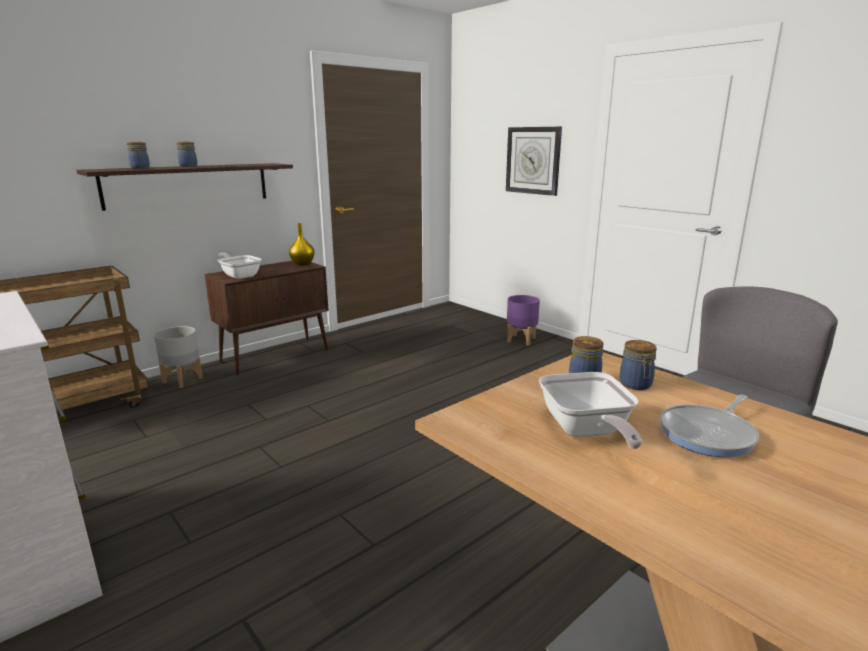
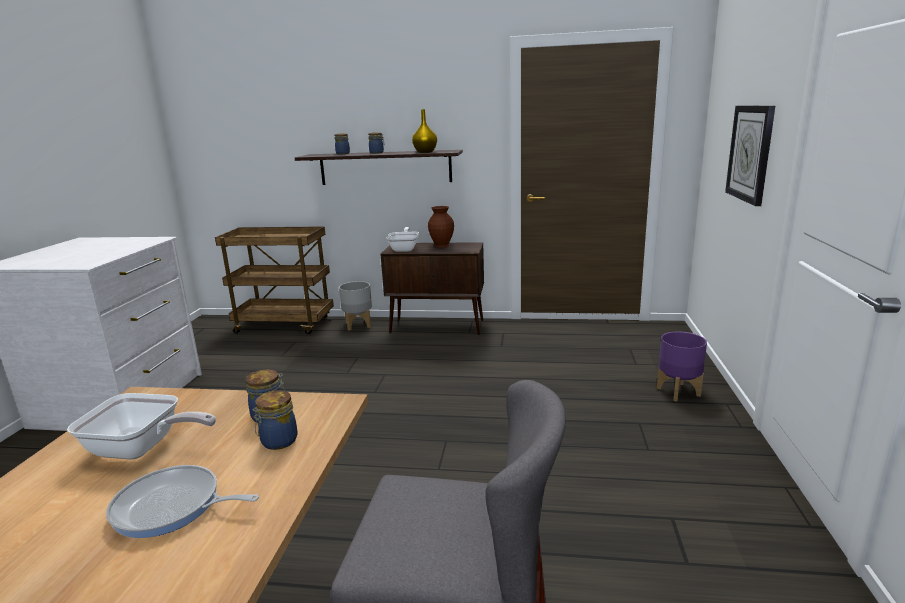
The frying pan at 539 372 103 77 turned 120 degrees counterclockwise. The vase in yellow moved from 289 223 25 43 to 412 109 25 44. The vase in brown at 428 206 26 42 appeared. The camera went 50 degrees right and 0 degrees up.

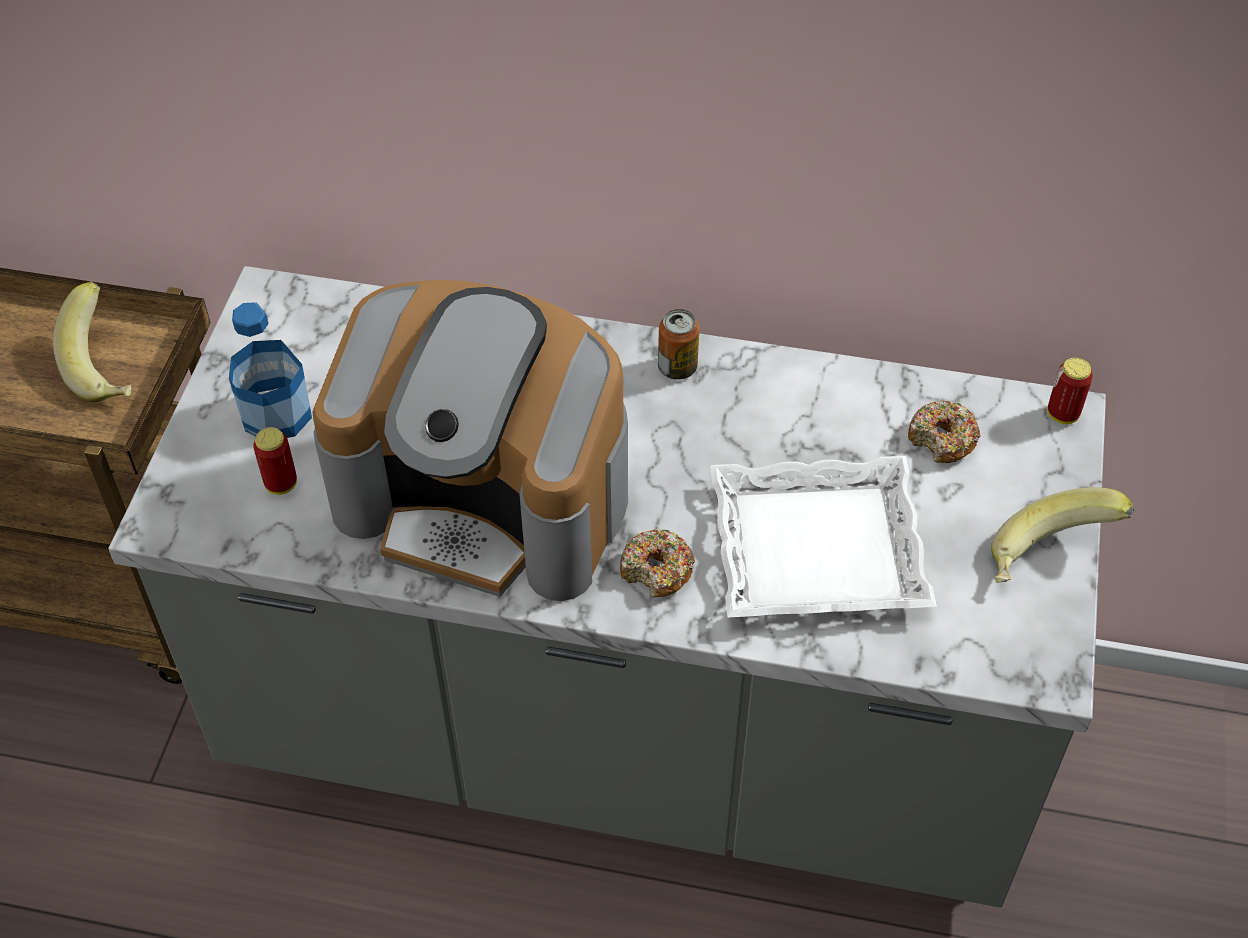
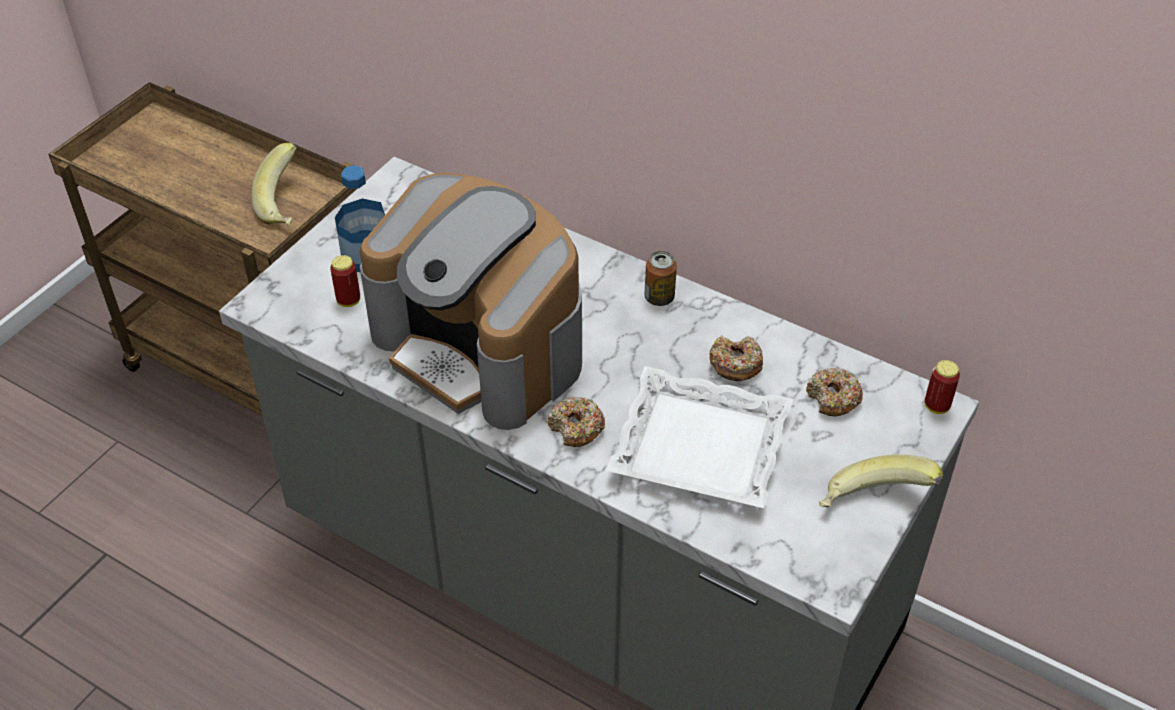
The donut at 709 335 54 46 appeared. The camera went 20 degrees right and 5 degrees down.

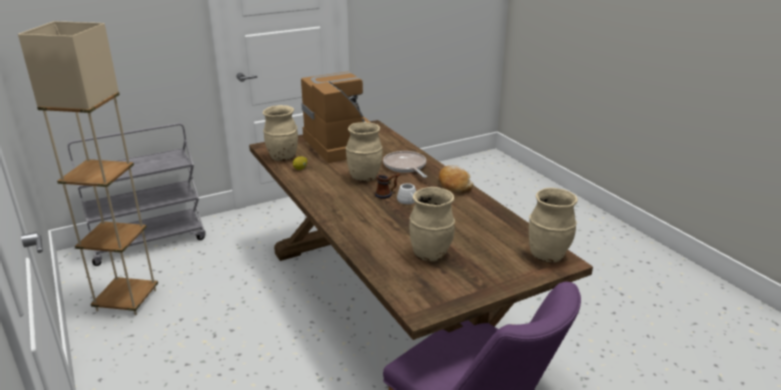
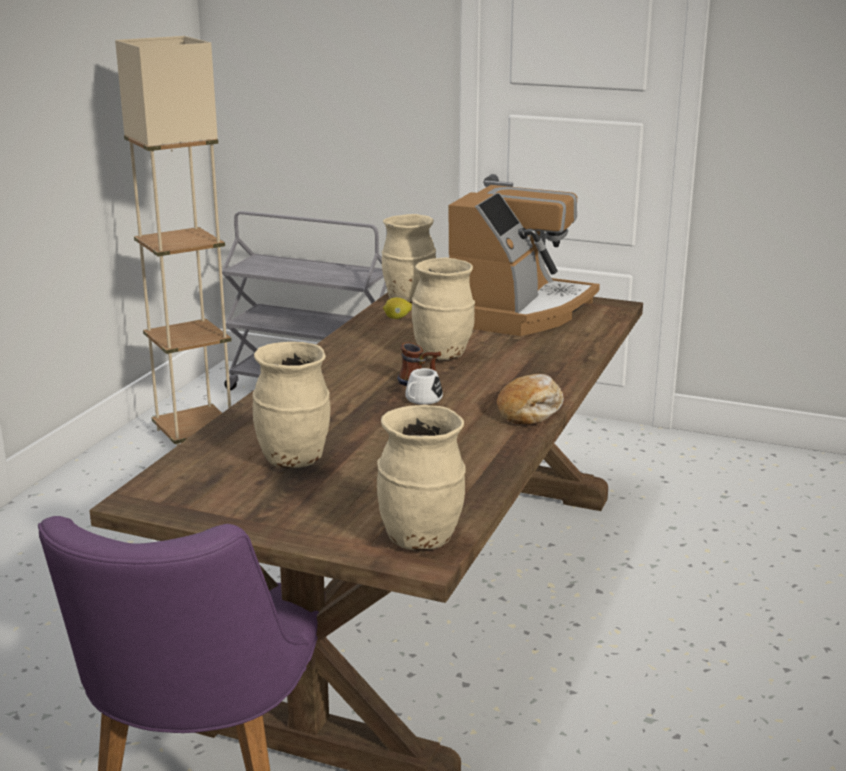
The frying pan at 383 151 44 27 disappeared. The camera went 50 degrees right and 5 degrees down.

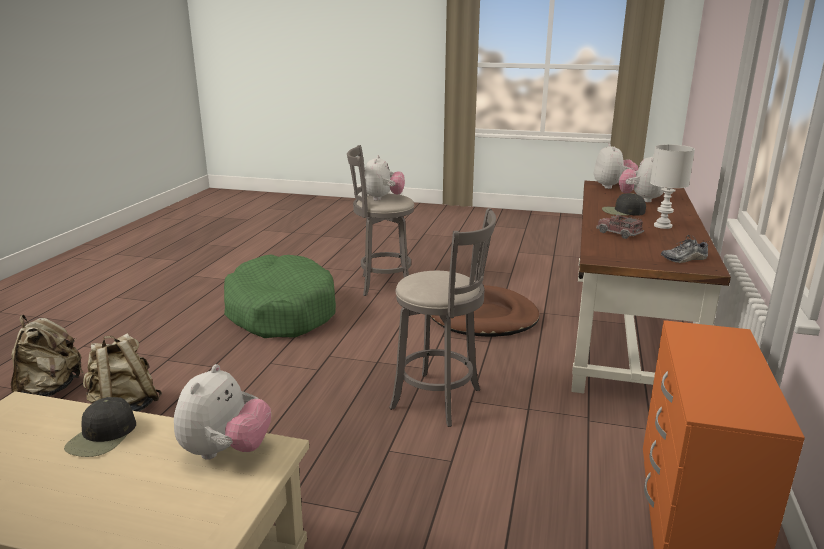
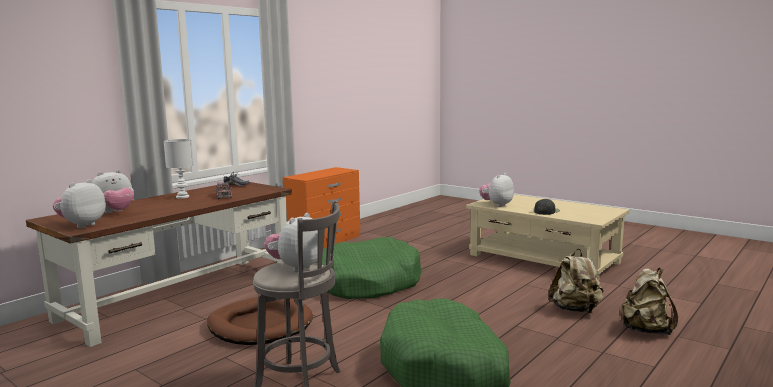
The stool in grey at 389 208 107 219 was replaced by the dog bed in green at 316 237 106 62. The cap in black at 602 193 44 23 disappeared. The camera went 155 degrees left and 10 degrees down.

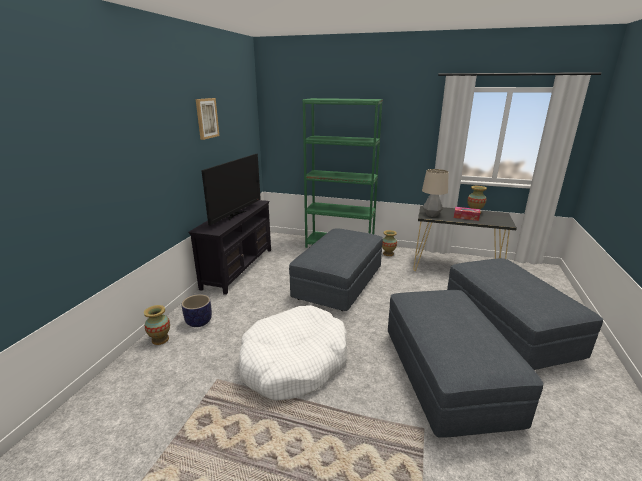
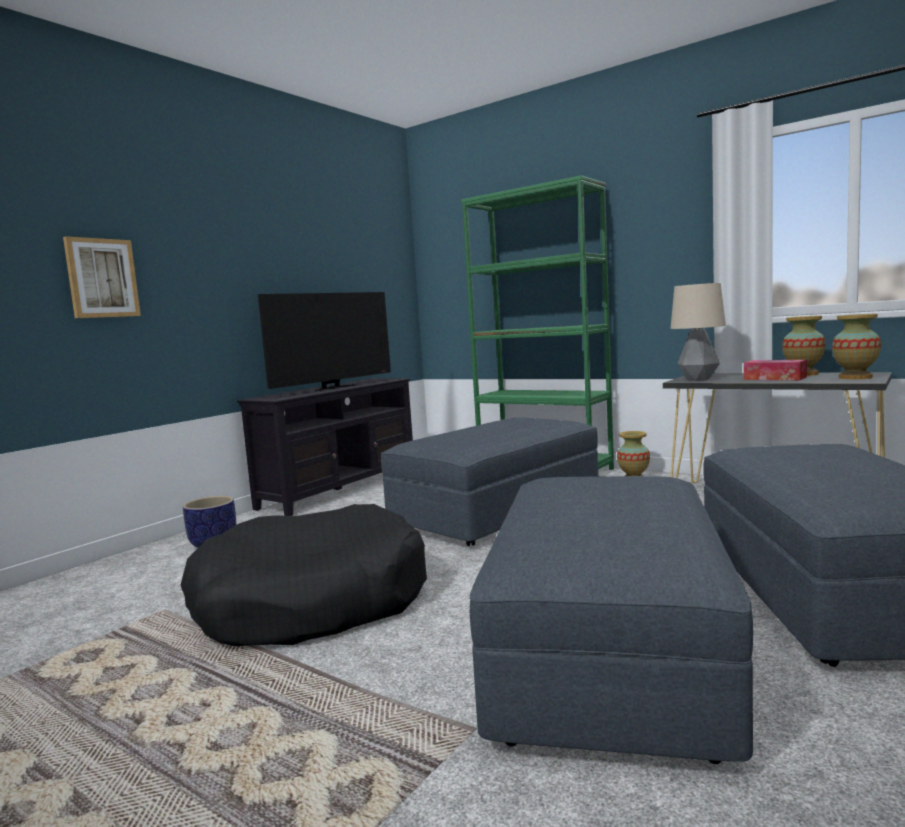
The picture moved from 196 98 23 42 to 63 236 78 82. The dog bed in white at 239 305 109 96 became the dog bed in black at 181 504 246 142. The vase moved from 144 305 26 40 to 832 314 49 65. The camera went 20 degrees right and 15 degrees down.

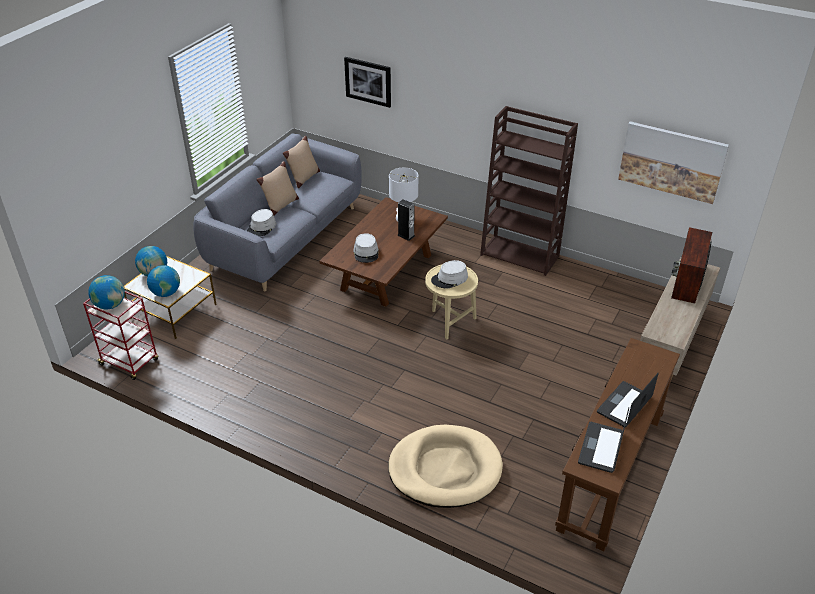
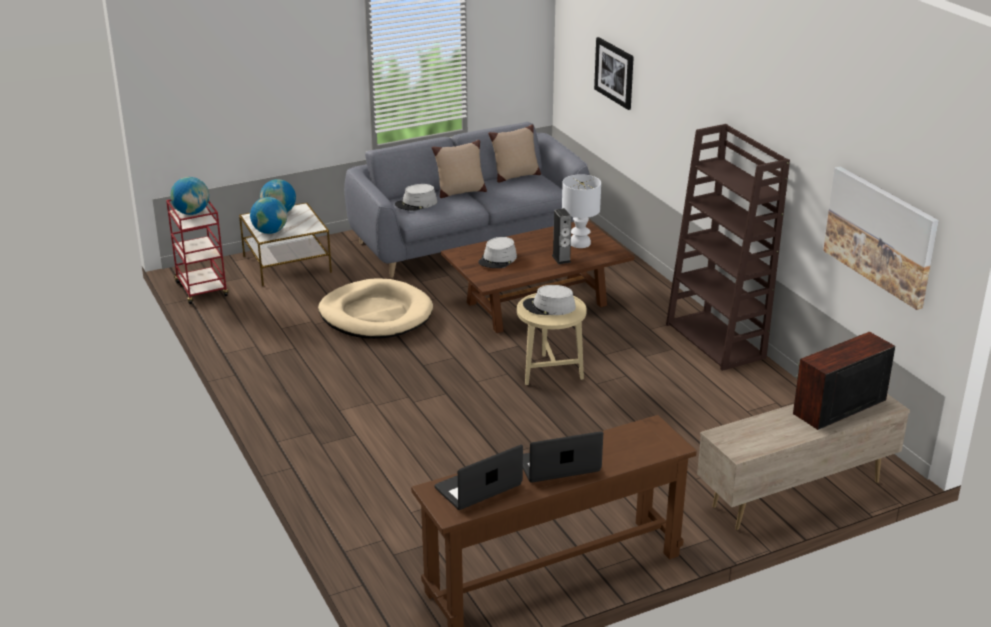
The dog bed in beige moved from 388 425 115 83 to 318 278 115 61. The camera went 35 degrees right and 10 degrees down.

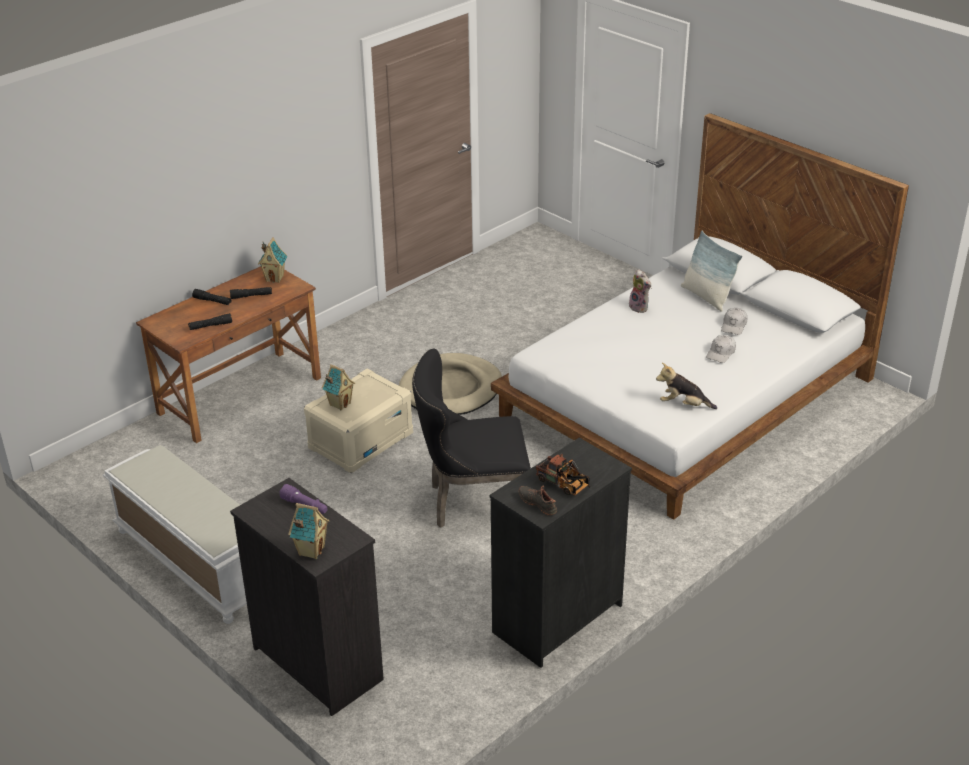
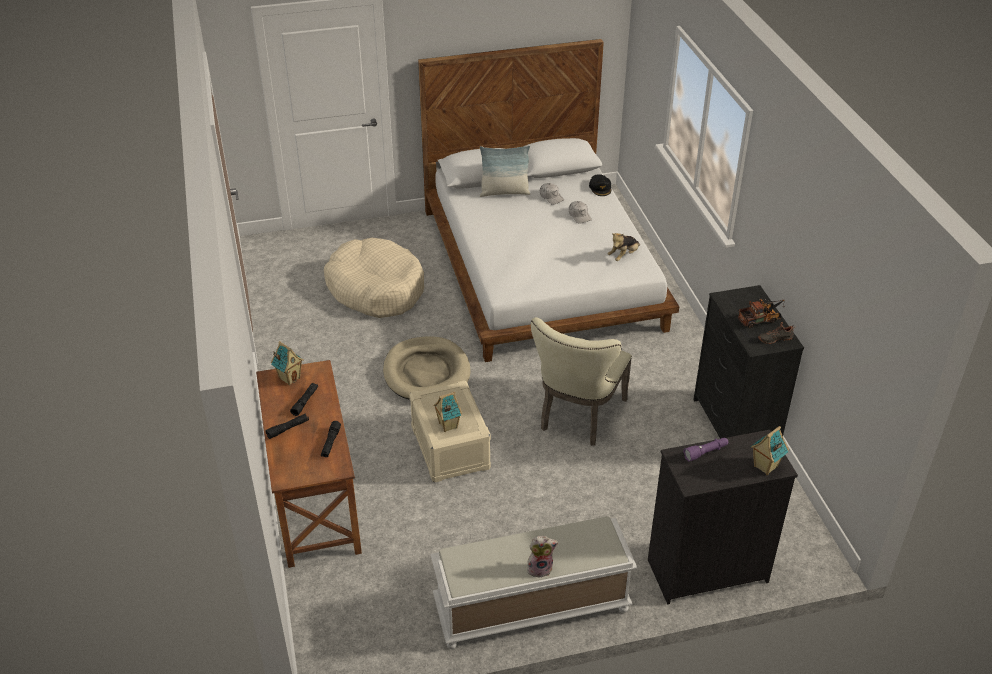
The dog bed in beige at 324 238 100 80 appeared. The plush toy moved from 629 269 22 44 to 527 536 31 42. The chair in black at 412 349 119 179 became the chair in beige at 531 317 101 129. The cap in black at 589 174 22 22 appeared. The camera went 60 degrees left and 5 degrees up.

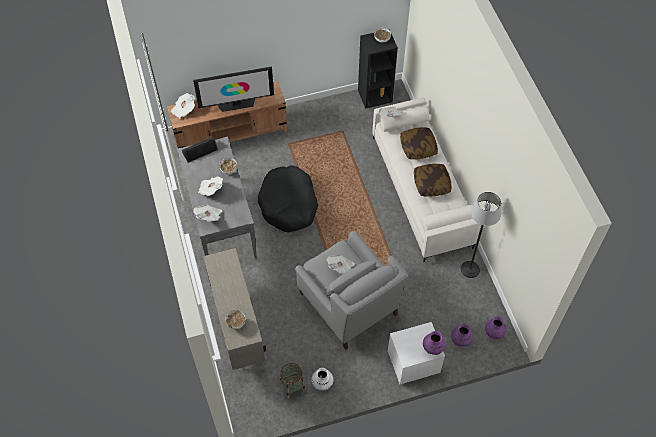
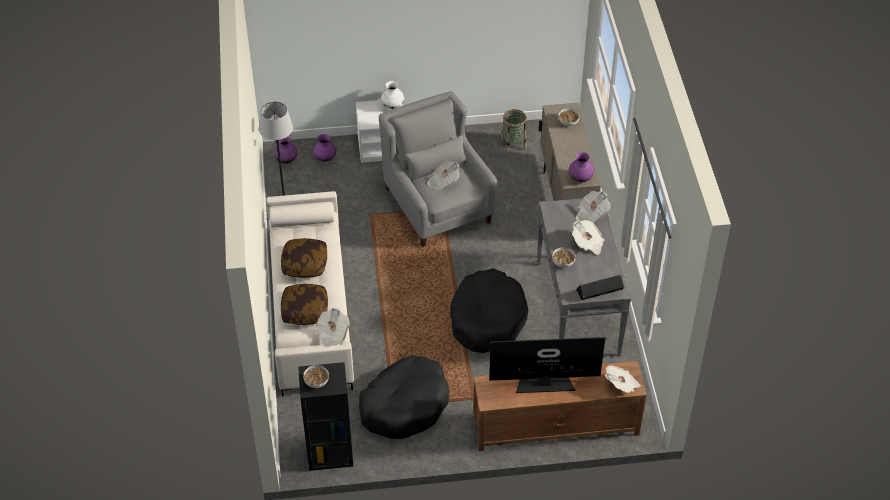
The dog bed in black at 359 355 90 84 appeared. The vase in white moved from 311 368 22 22 to 381 81 23 28. The vase in purple moved from 423 331 23 24 to 569 152 25 30. The camera went 170 degrees left and 10 degrees down.

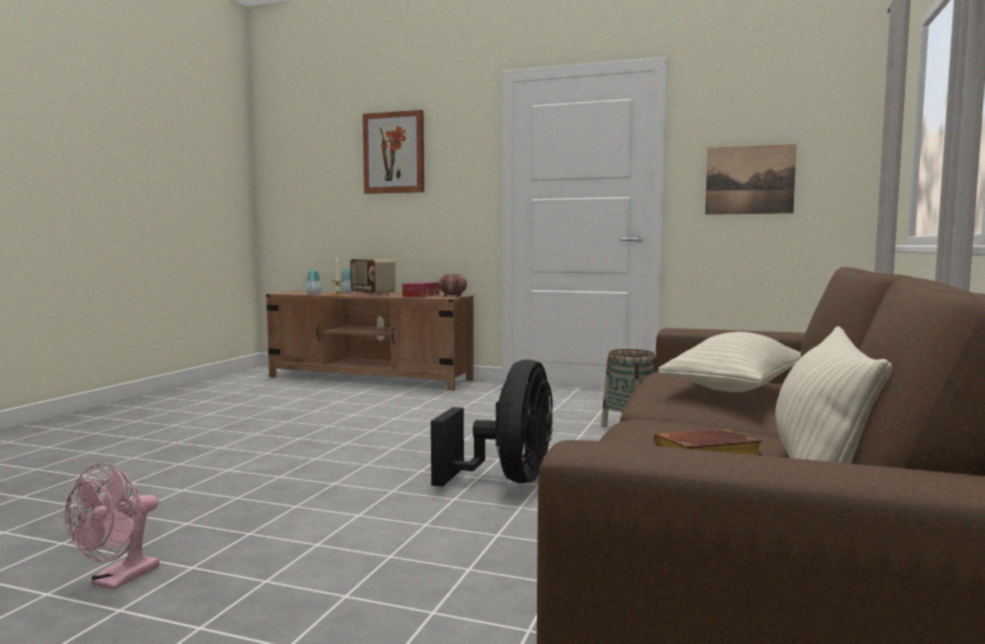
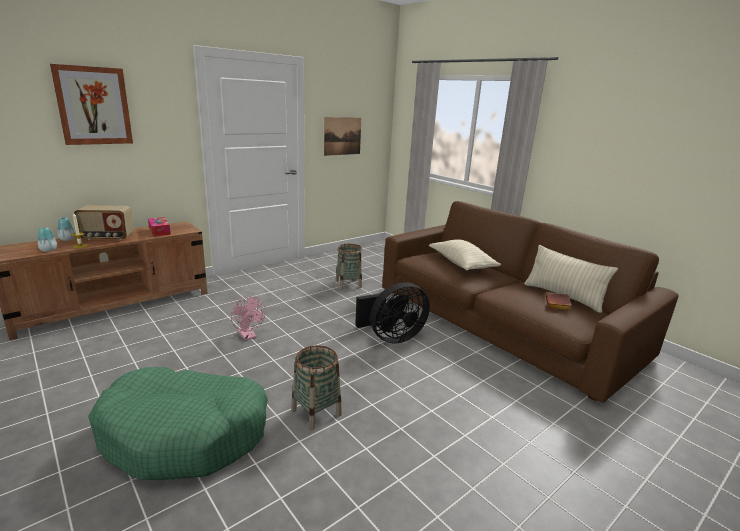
The dog bed in green at 88 367 180 113 appeared. The fan in pink moved from 65 463 95 127 to 231 296 34 45. The basket at 291 346 51 84 appeared. The fan in black at 431 359 122 128 turned 105 degrees clockwise. The bowl at 439 274 28 23 disappeared. The camera went 60 degrees left and 15 degrees up.

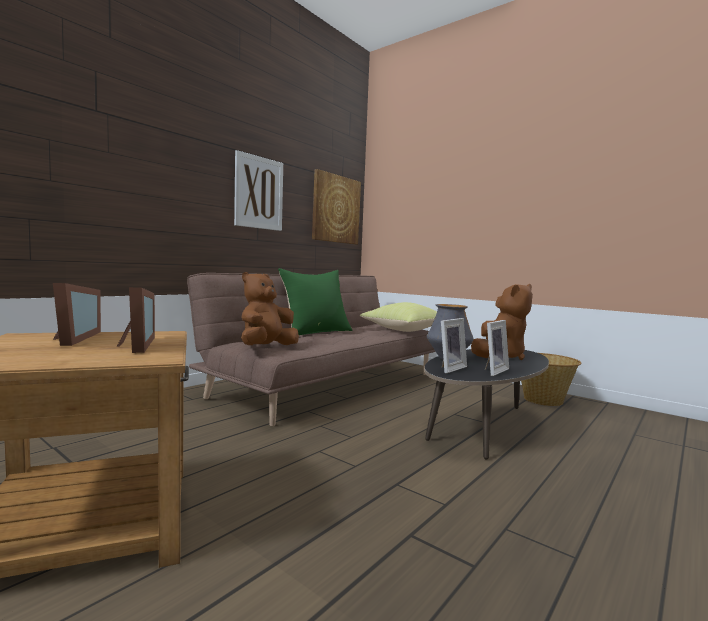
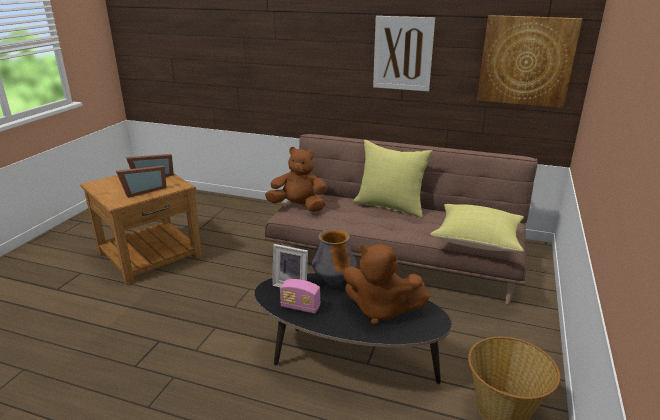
The picture frame at 485 320 24 56 was replaced by the radio at 280 279 40 35. The pillow in green at 278 268 74 67 became the pillow in yellow at 353 140 79 78. The camera went 70 degrees right and 20 degrees up.

